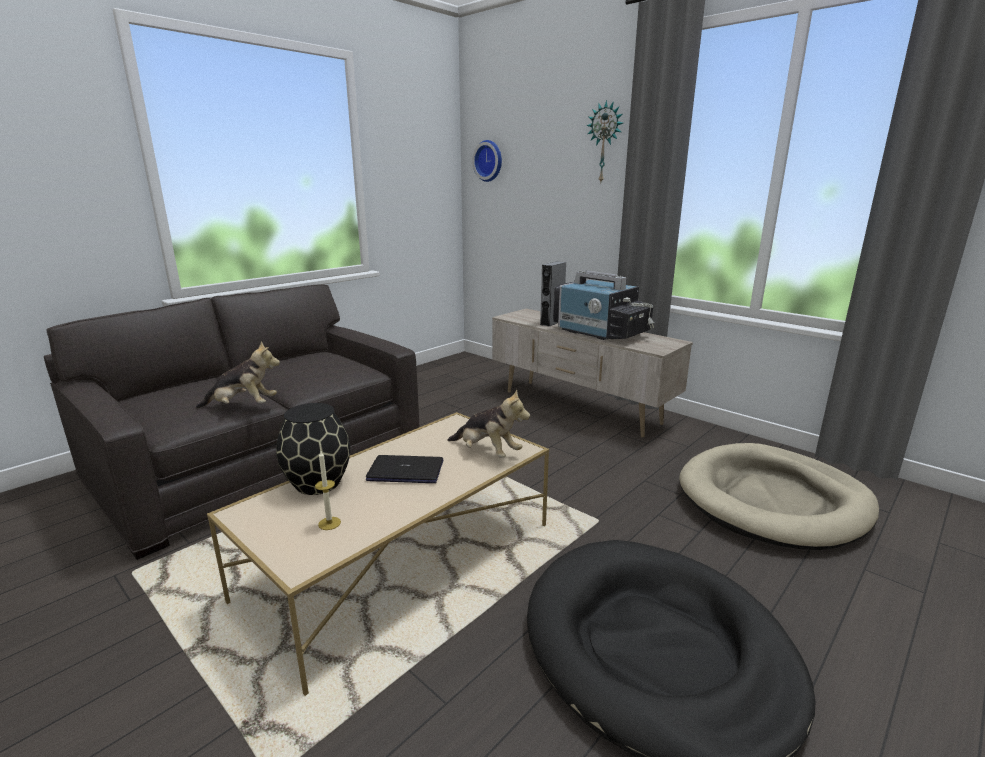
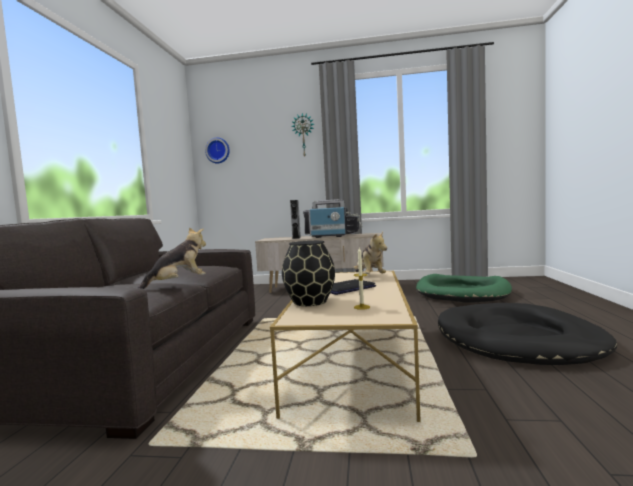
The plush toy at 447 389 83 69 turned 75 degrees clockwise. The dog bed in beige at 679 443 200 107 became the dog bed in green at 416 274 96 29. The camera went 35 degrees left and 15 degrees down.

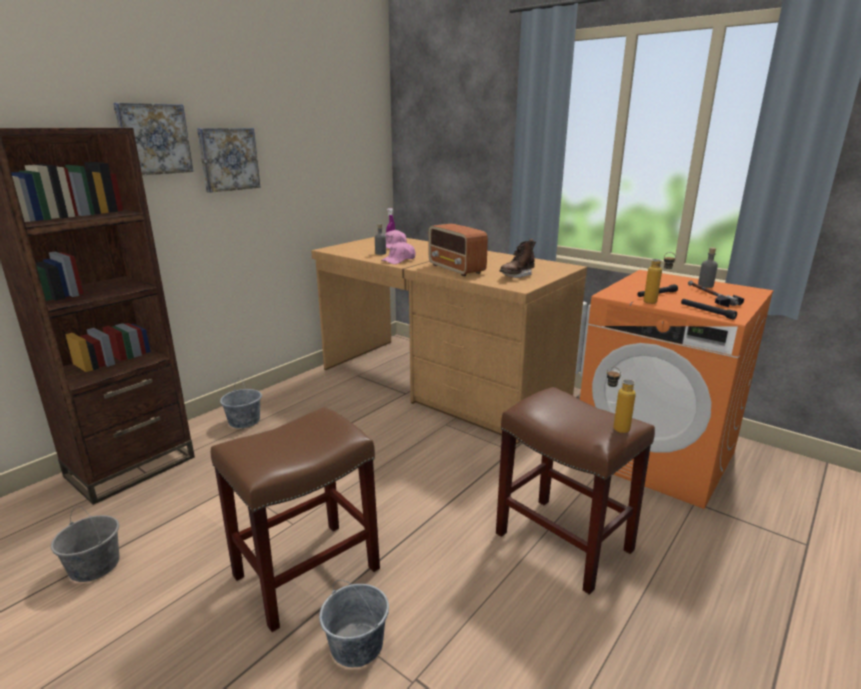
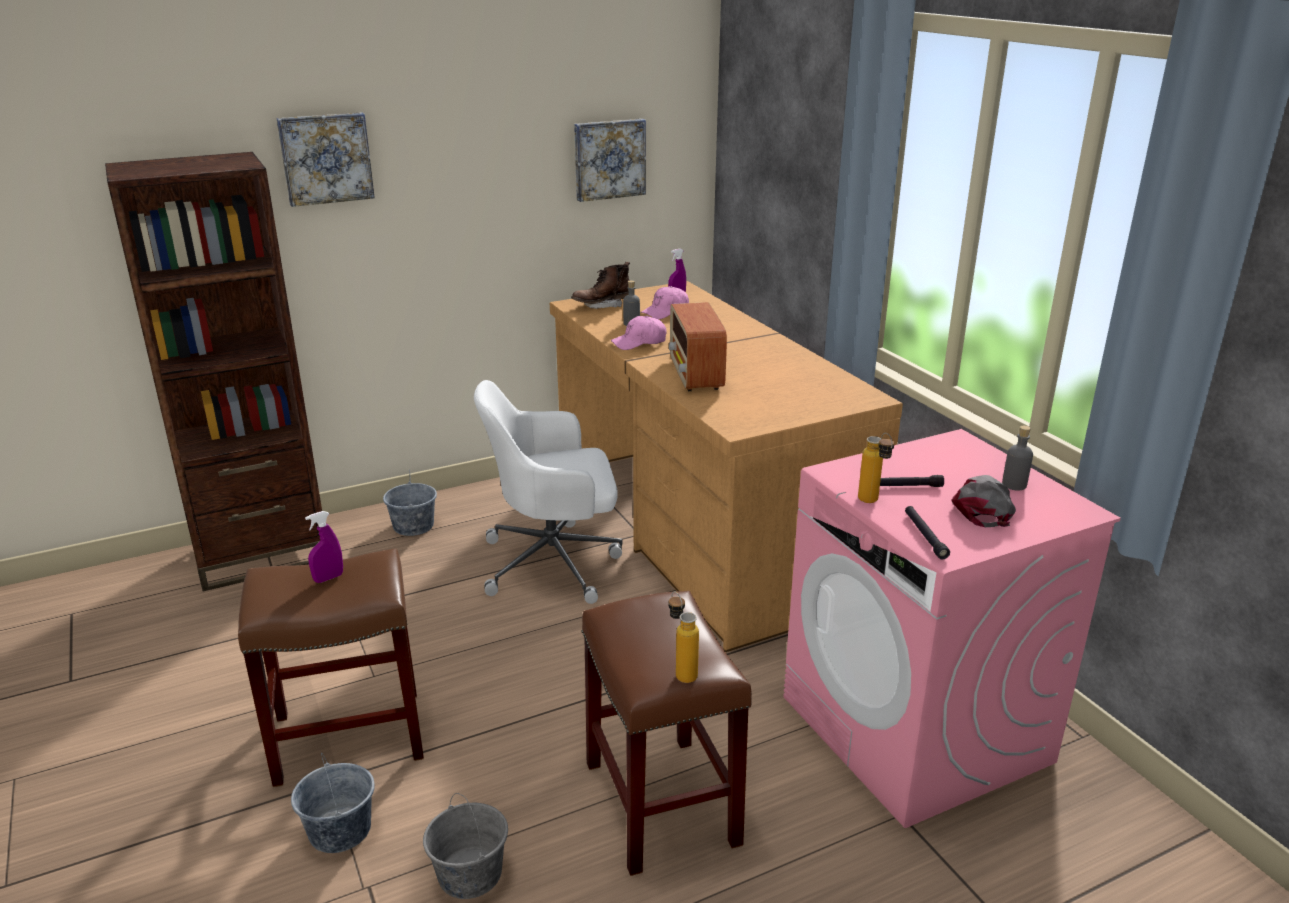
The spray bottle in purple at 305 511 38 72 appeared. The bucket in grey moved from 51 506 68 76 to 423 793 85 106. The office chair in white at 474 380 149 224 appeared. The boot in brown moved from 500 239 36 39 to 571 262 59 47. The picture moved from 197 128 64 65 to 574 119 72 83. The washing machine in orange at 580 270 194 239 became the washing machine in pink at 783 429 338 399. The hammer at 688 281 56 26 was replaced by the cap in grey at 951 475 65 52. The camera went 25 degrees right and 5 degrees up.

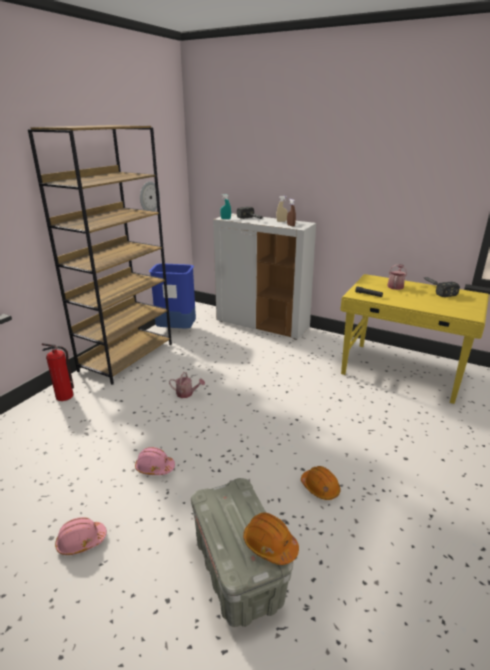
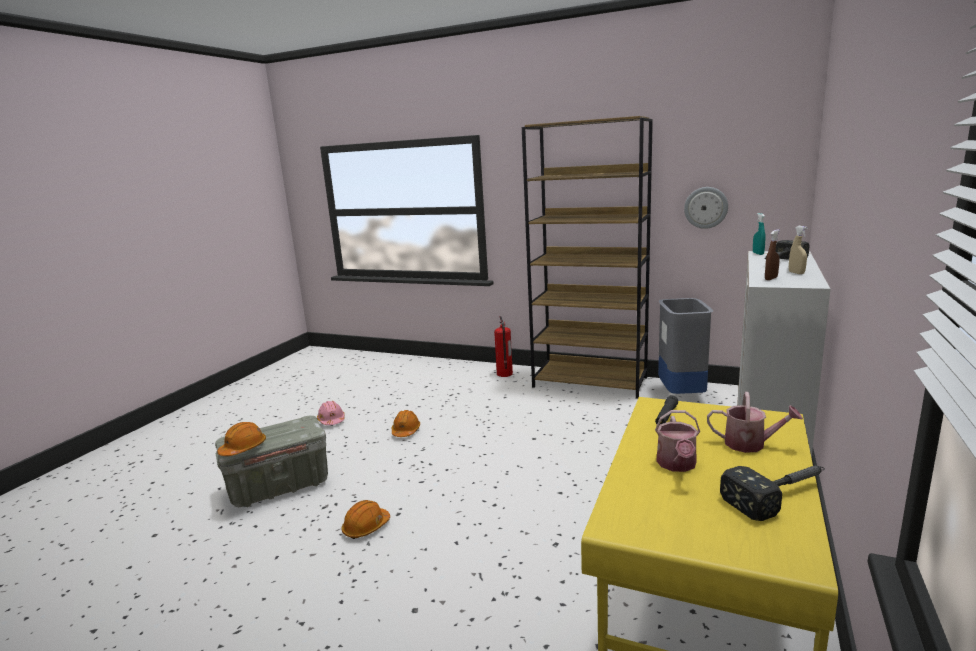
The hard hat in pink at 135 447 40 28 became the hard hat in orange at 392 410 28 27. The watering can moved from 169 372 36 26 to 655 410 45 62. The trash can in blue at 149 264 47 64 became the trash can in grey at 658 298 55 96. The camera went 85 degrees right and 10 degrees down.

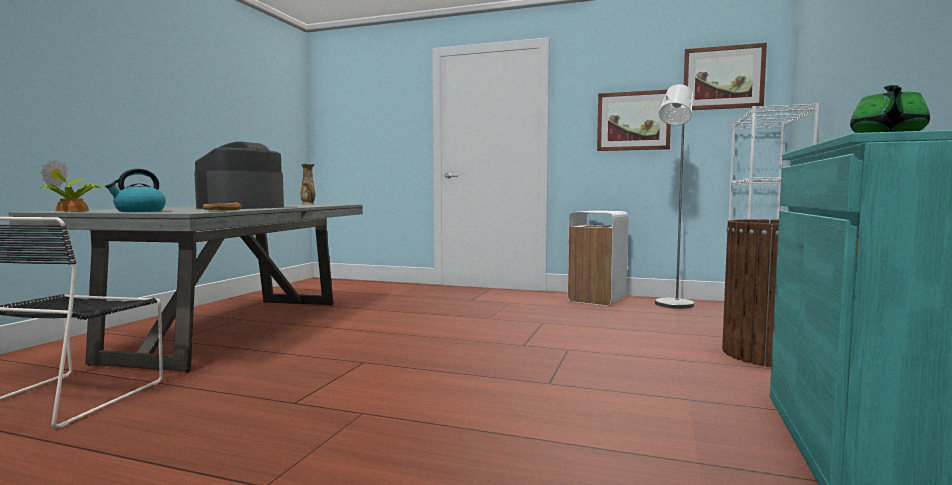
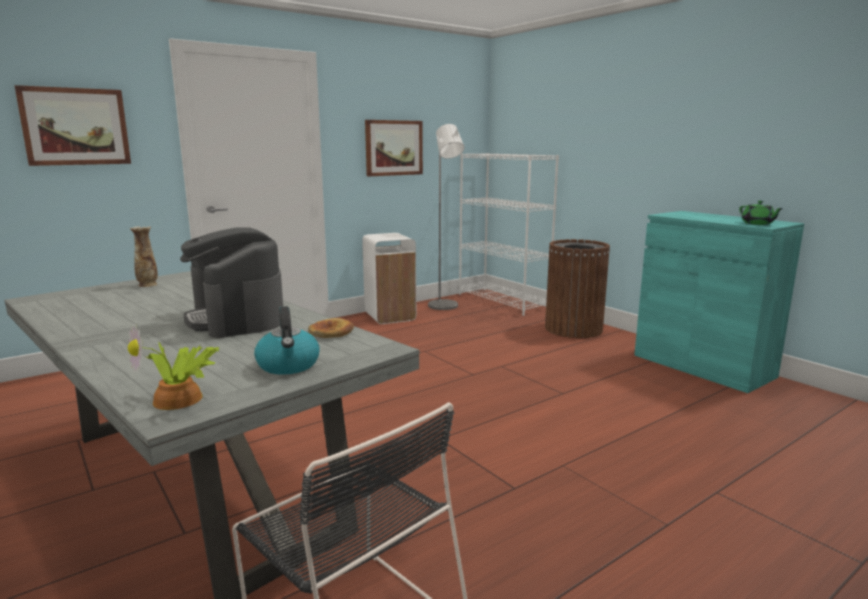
The picture moved from 684 43 83 67 to 15 85 116 81. The camera went 55 degrees left and 10 degrees up.

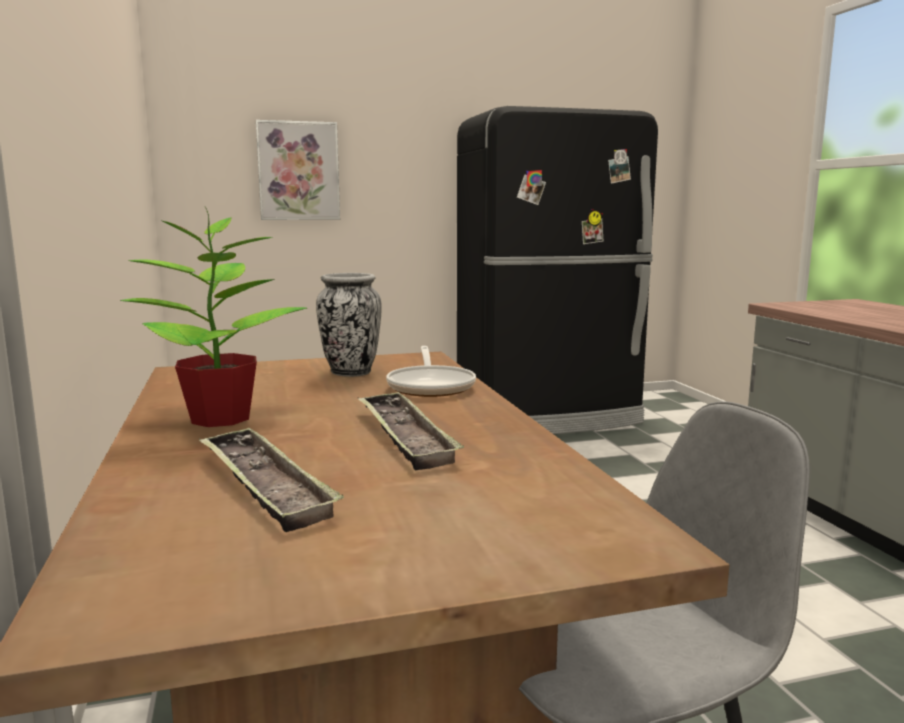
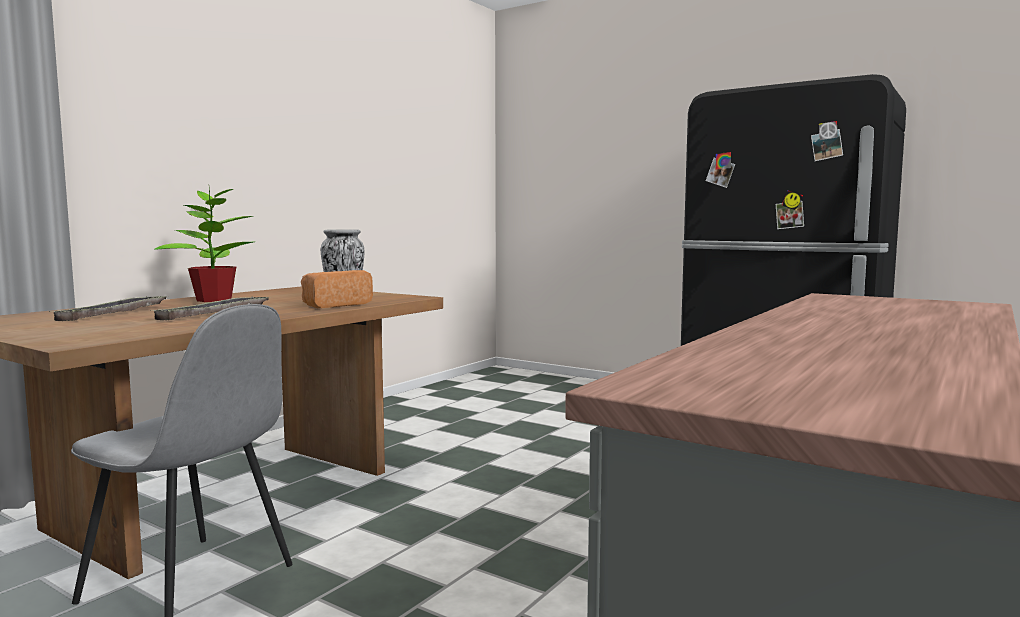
The frying pan at 386 346 90 51 was replaced by the bread at 301 270 72 38. The picture at 256 120 84 100 disappeared. The camera went 50 degrees right and 5 degrees down.

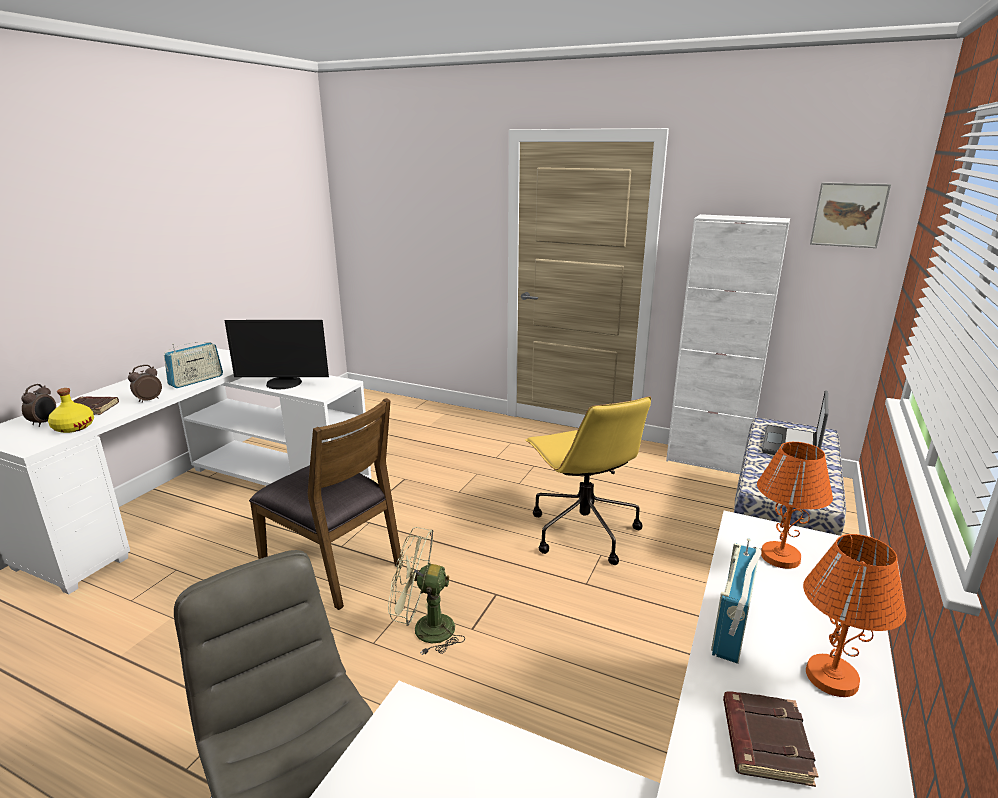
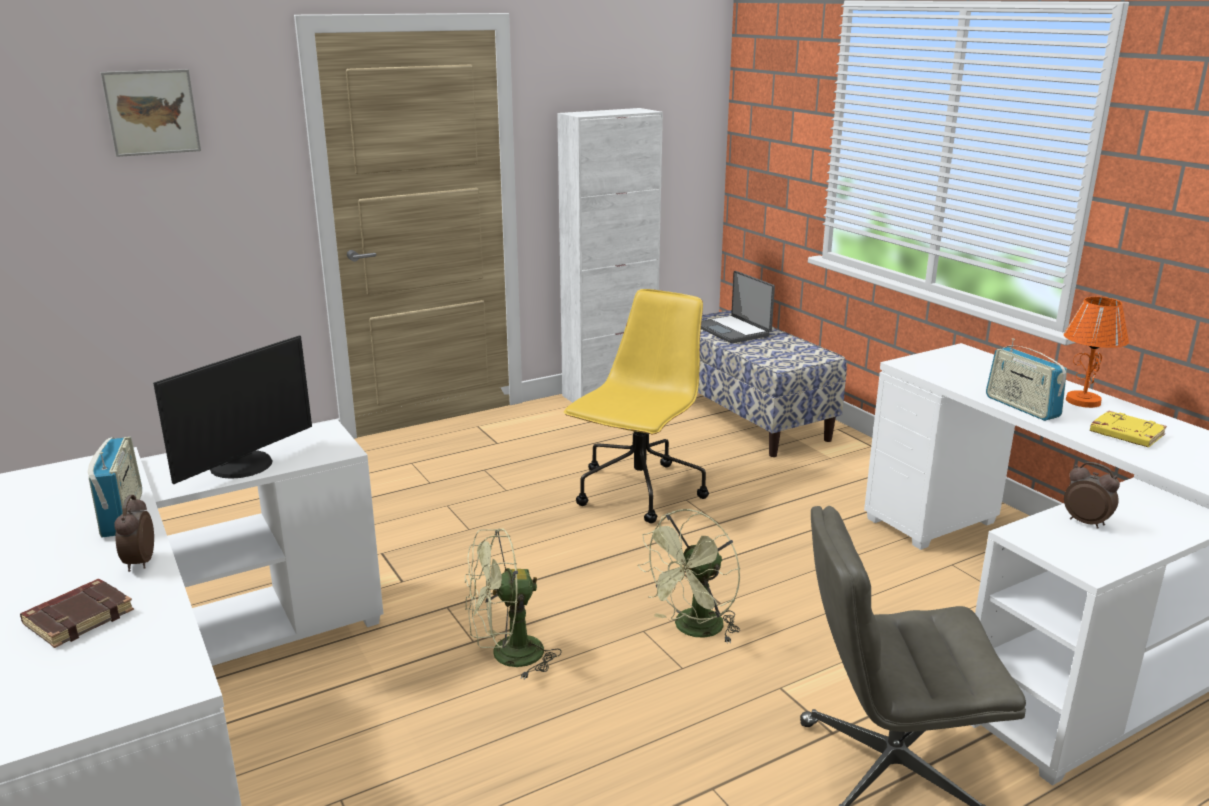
The picture moved from 810 182 81 66 to 101 69 100 88. The chair in brown at 249 398 154 212 was replaced by the fan in green at 465 528 97 152. The office chair in yellow at 525 396 126 169 turned 75 degrees counterclockwise. The alarm clock moved from 21 384 35 43 to 1064 462 56 67. The book in brown at 723 692 95 95 became the book in yellow at 1090 410 77 37. The bottle in yellow at 48 388 46 45 disappeared. The table lamp in orange at 757 442 76 127 disappeared. The camera went 55 degrees left and 0 degrees up.

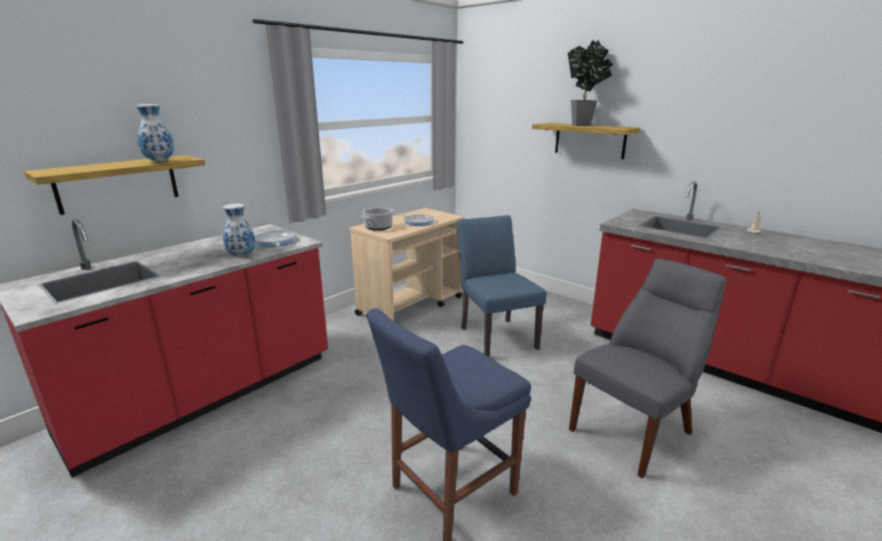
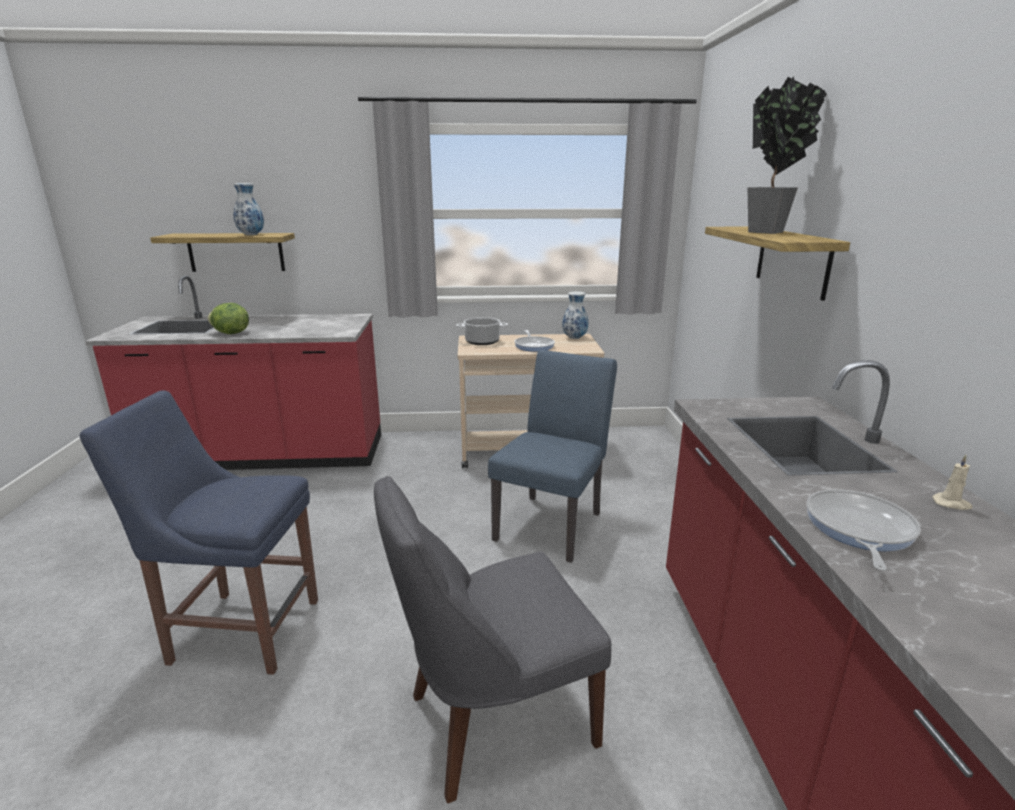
The lettuce at 208 303 41 31 appeared. The chair in grey at 569 259 157 219 turned 150 degrees clockwise. The vase moved from 223 204 32 53 to 562 291 26 48. The frying pan moved from 255 230 40 17 to 806 489 115 82. The camera went 45 degrees right and 0 degrees up.

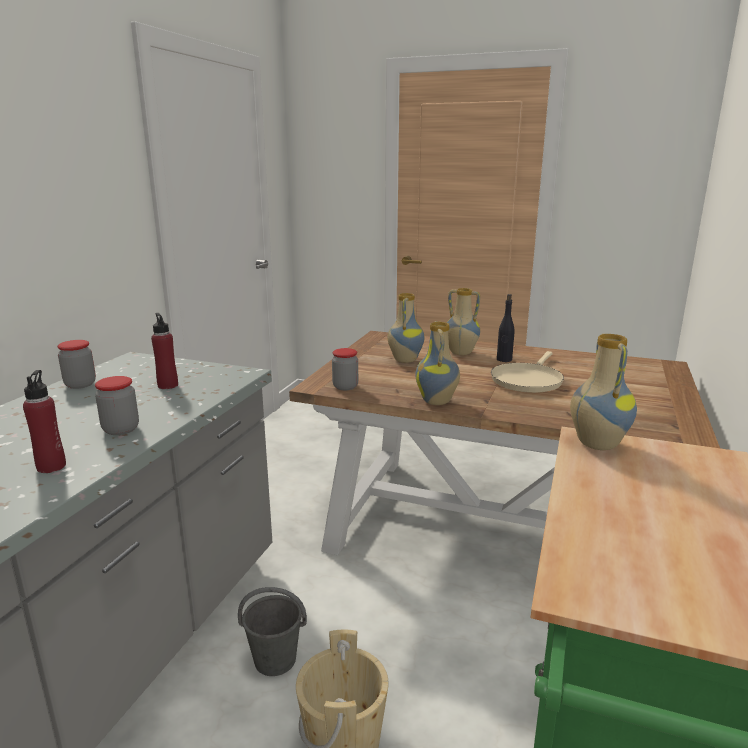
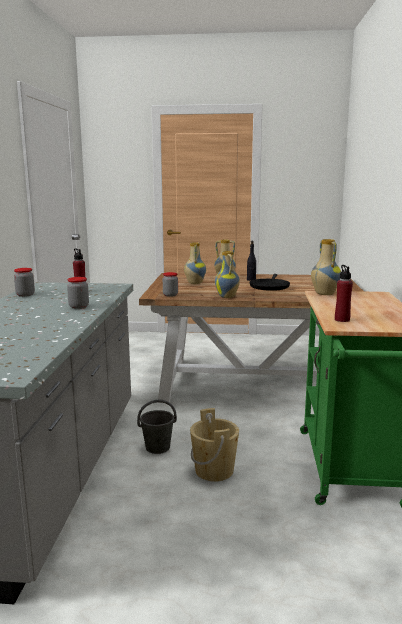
The frying pan in beige at 491 351 73 42 became the frying pan in black at 249 274 41 17. The bottle in red moved from 23 370 43 103 to 335 265 18 57. The camera went 15 degrees left and 5 degrees down.

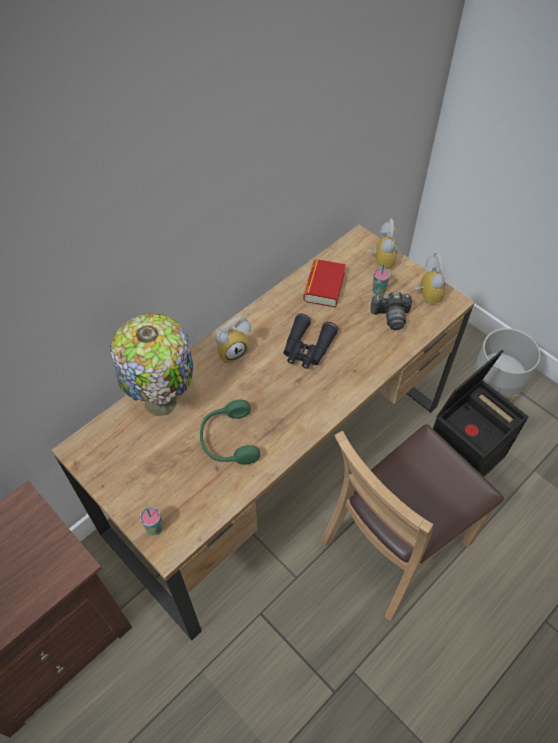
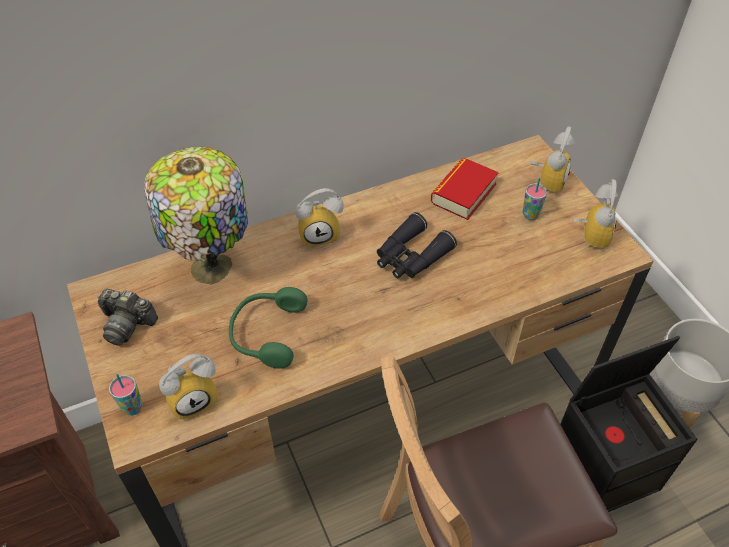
The photo camera moved from 371 291 41 39 to 98 289 60 57. The alarm clock at 159 354 59 66 appeared. The camera went 20 degrees right and 5 degrees down.

